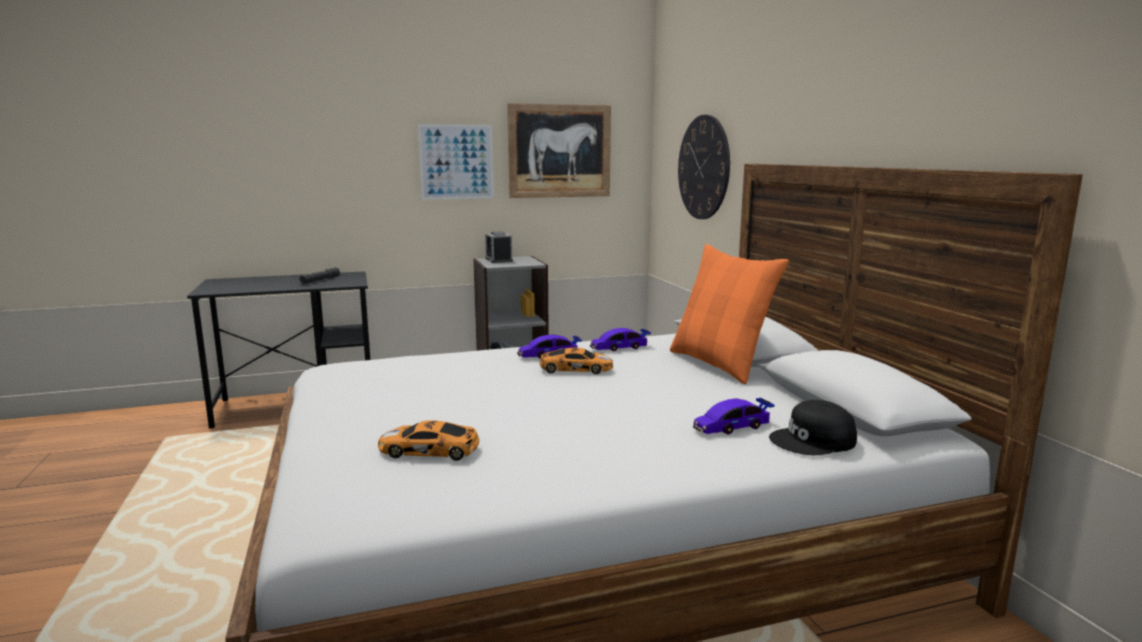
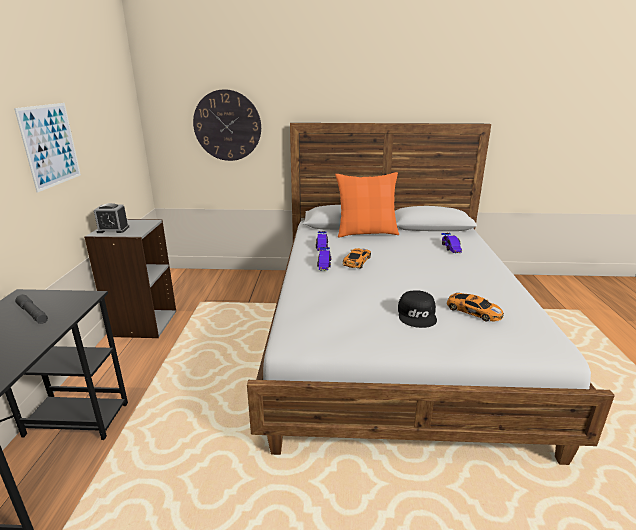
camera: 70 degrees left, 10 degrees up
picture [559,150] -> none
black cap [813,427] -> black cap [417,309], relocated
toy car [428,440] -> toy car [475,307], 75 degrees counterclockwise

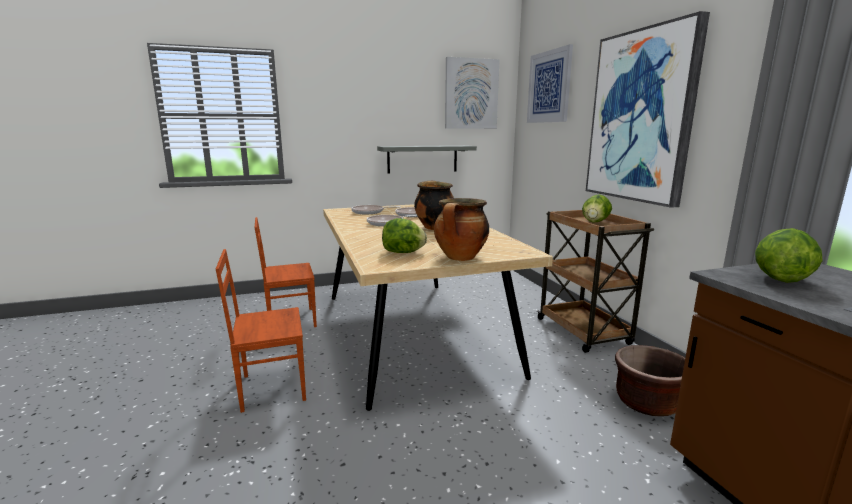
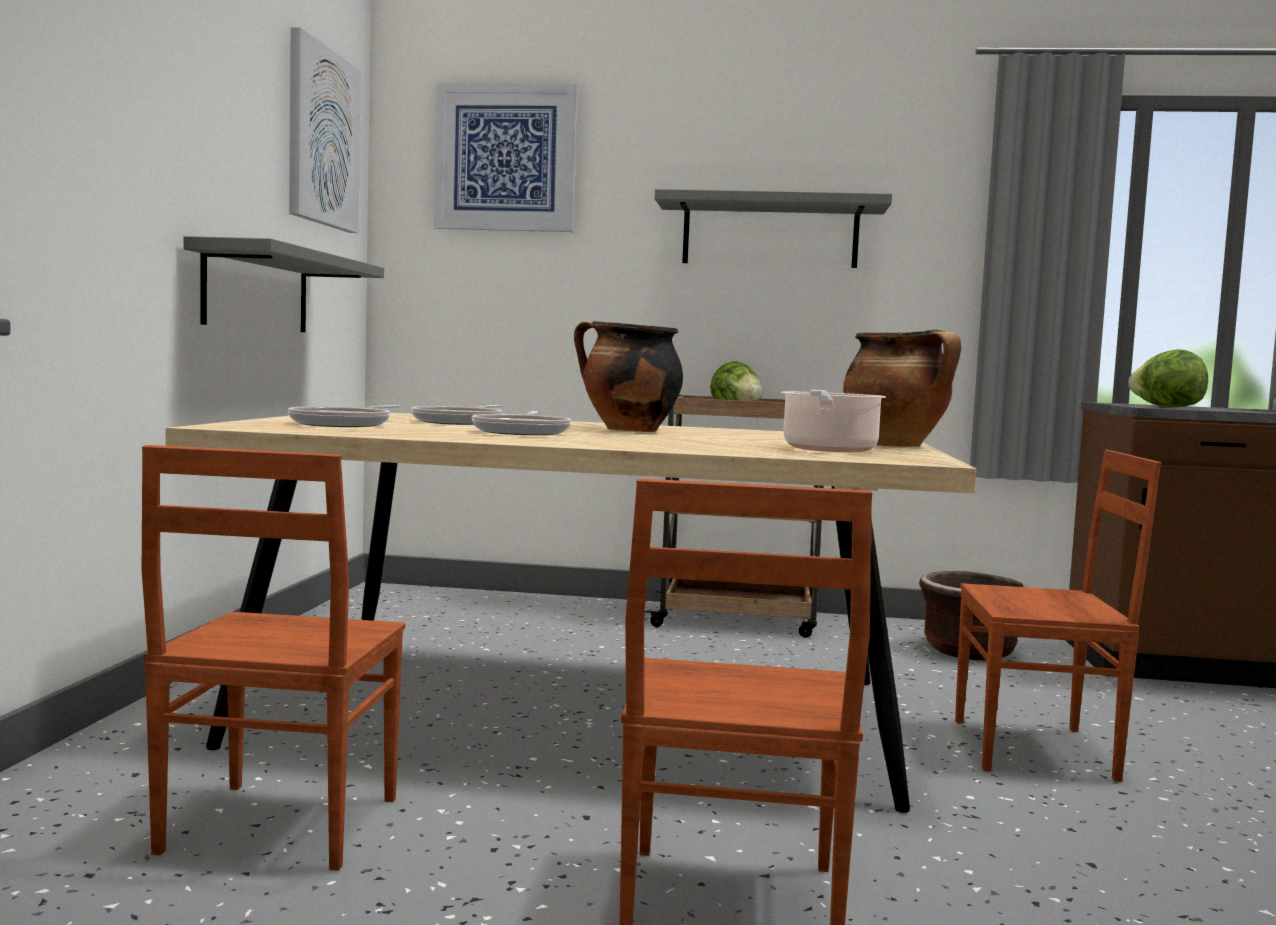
camera: 65 degrees left, 10 degrees down
picture [648,109] -> grey shelf [773,228]
lettuce [404,235] -> cooking pot [833,421]
none -> brown chair [1058,616]

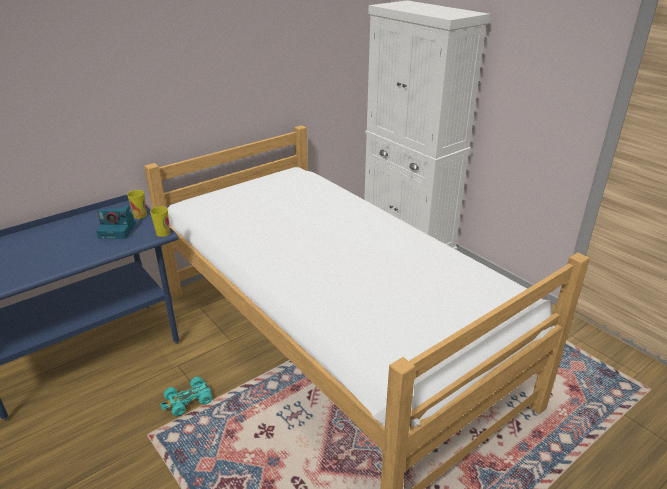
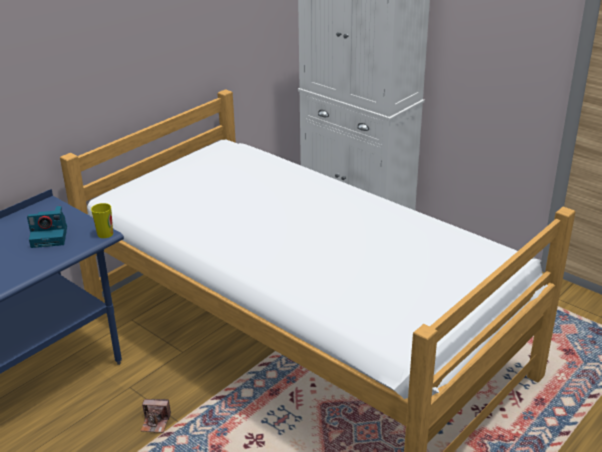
camera: 10 degrees left, 0 degrees up
cup [137,204] -> none
turquoise toy car [186,397] -> photo camera [156,416]

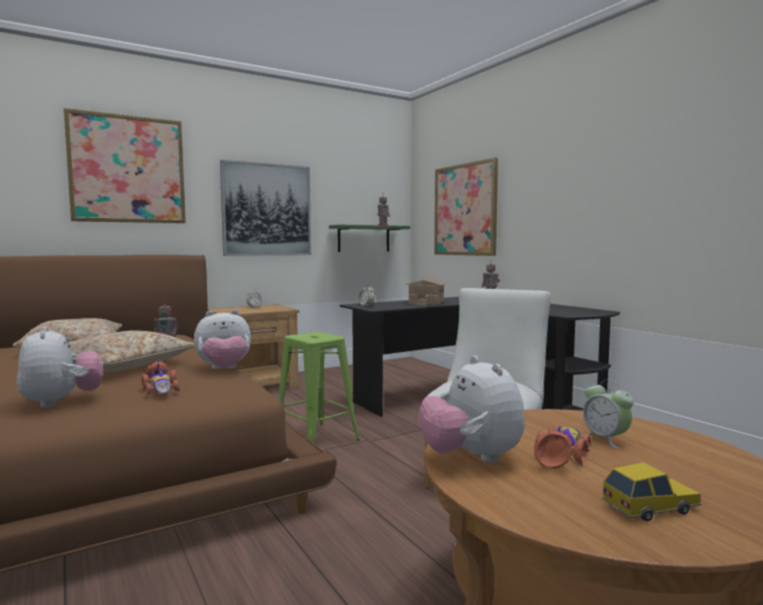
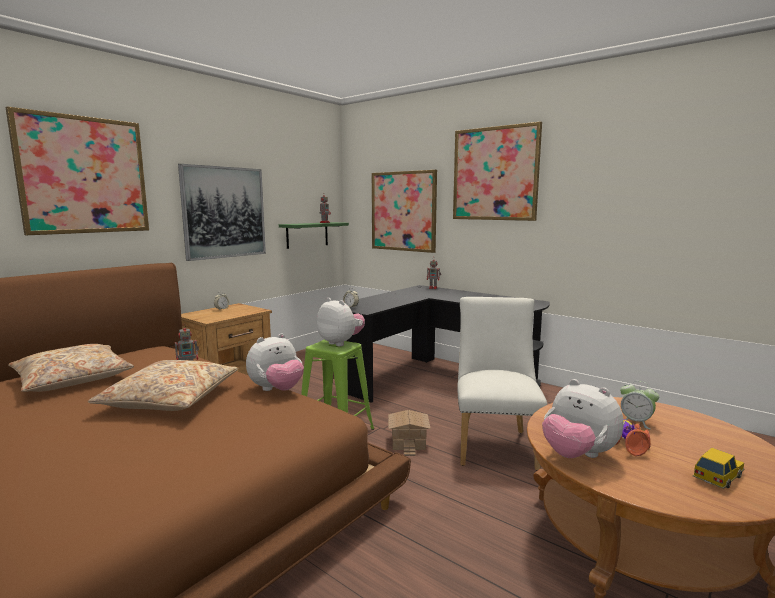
camera: 20 degrees left, 5 degrees up
toy house [427,292] -> toy house [409,433], relocated
plush toy [60,367] -> plush toy [341,322], relocated
toy car [160,378] -> none
none -> picture [497,171]

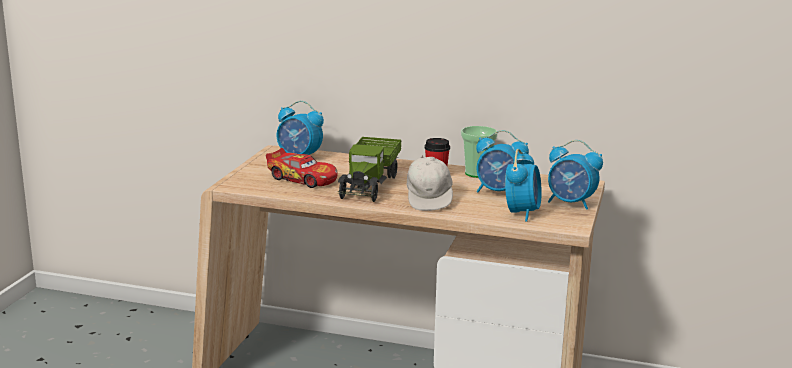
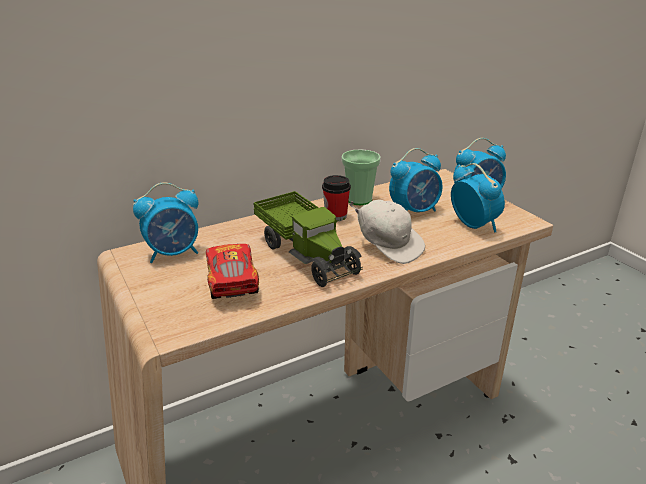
camera: 45 degrees left, 10 degrees up
toy car [302,168] -> toy car [232,271], 90 degrees counterclockwise

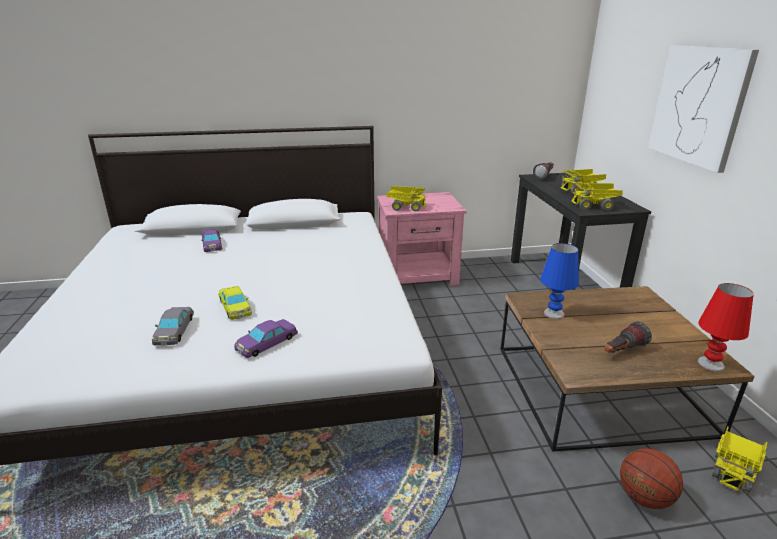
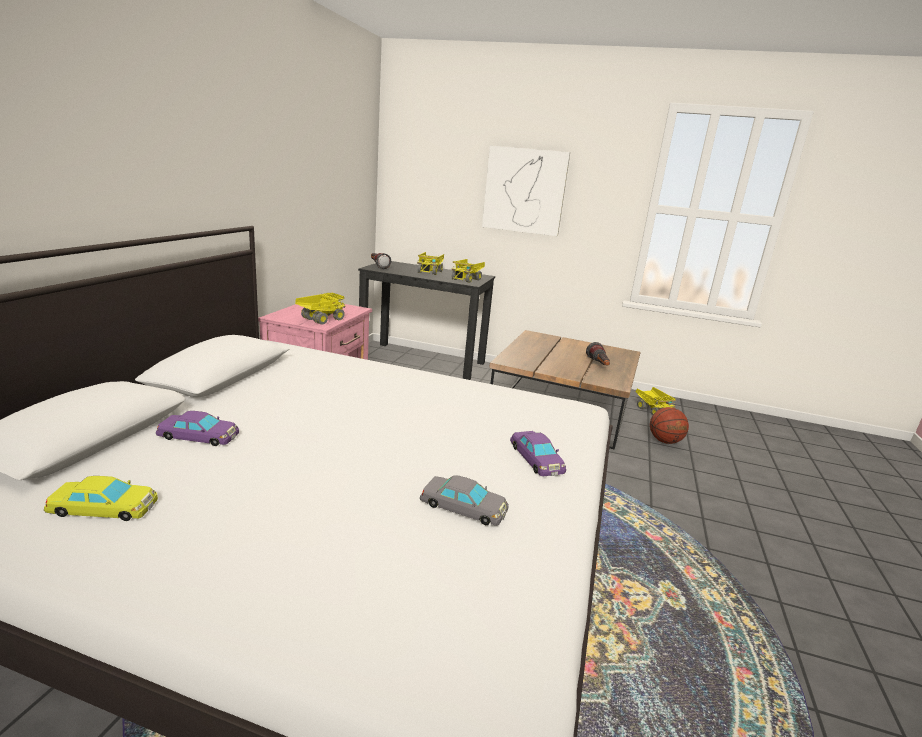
camera: 65 degrees left, 5 degrees down
blue table lamp [559,281] -> none
red table lamp [726,327] -> none
yellow toy car [235,303] -> yellow toy car [101,498], relocated

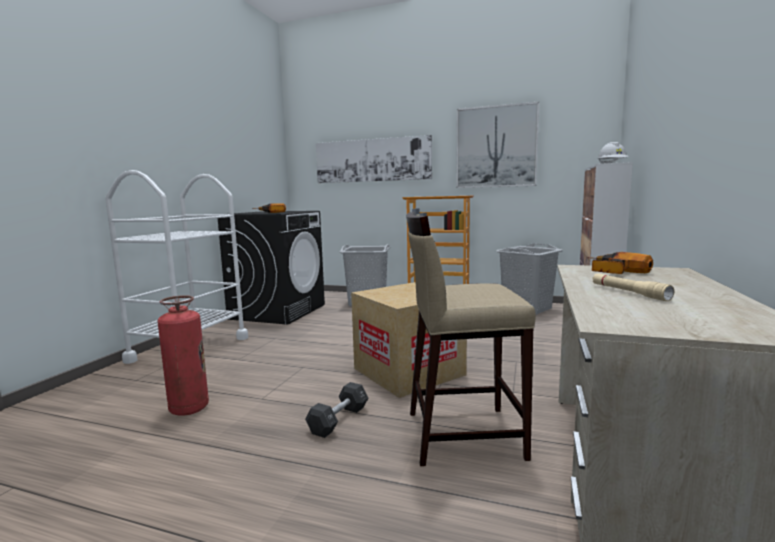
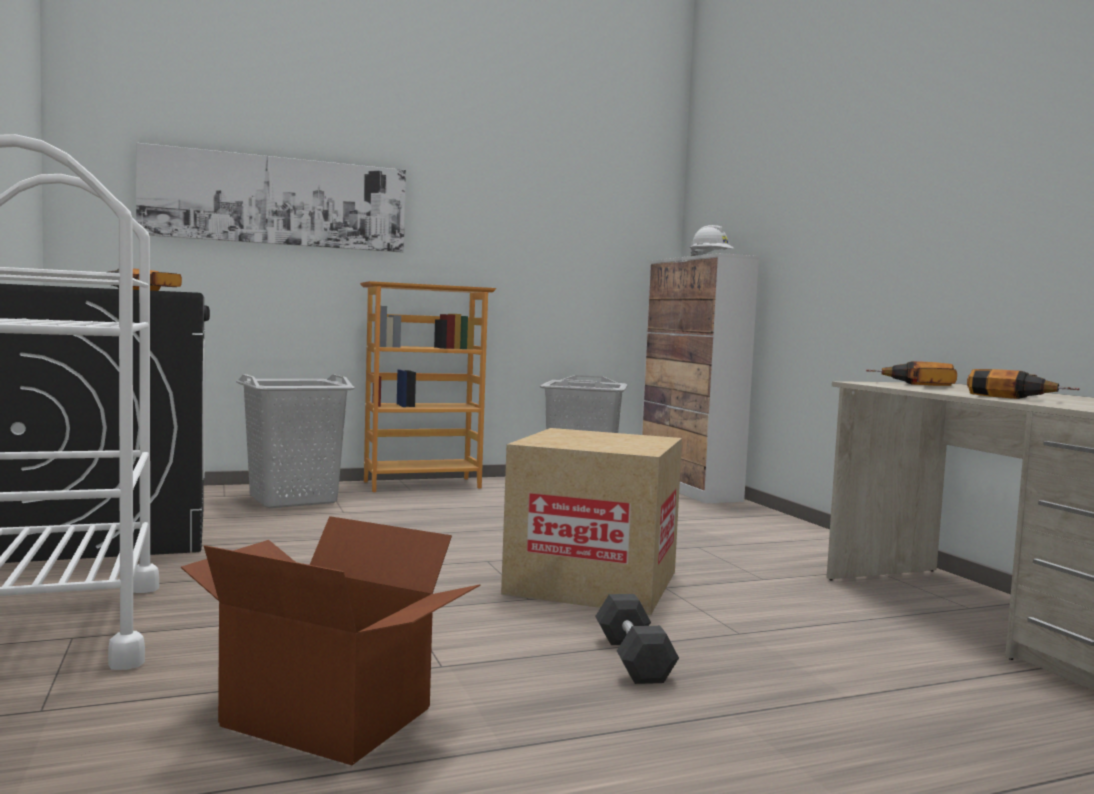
camera: 40 degrees left, 5 degrees down
picture [497,145] -> none
beige stool [471,339] -> none
beige flashlight [633,287] -> power drill [1023,384]
fire extinguisher [183,355] -> cardboard box [331,640]

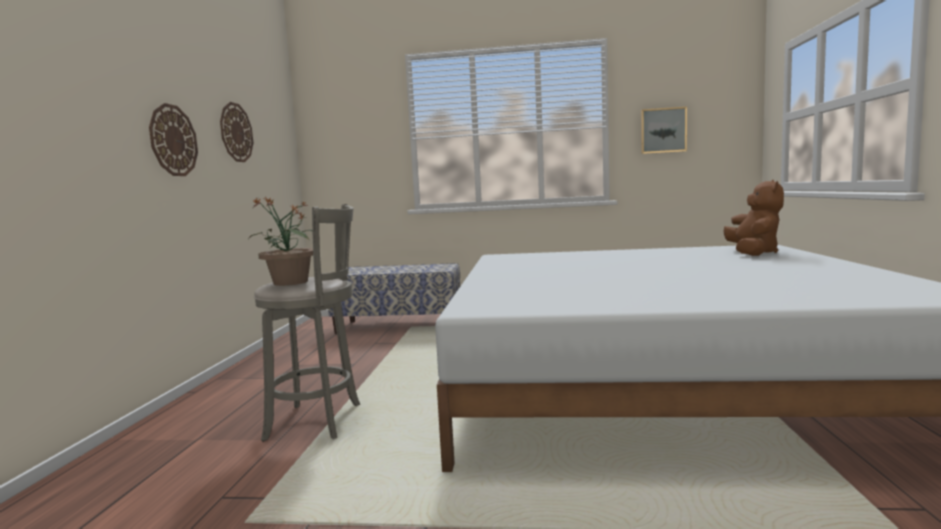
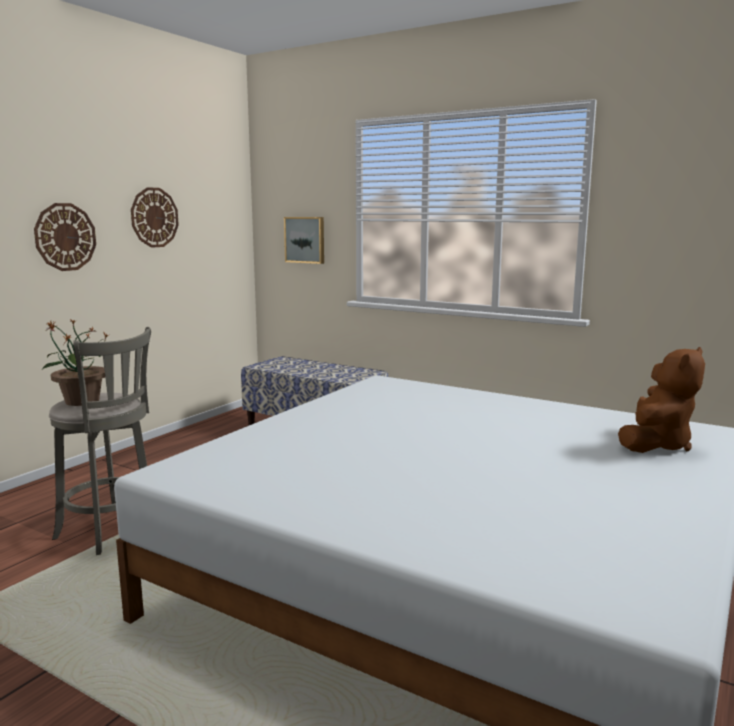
camera: 25 degrees right, 5 degrees up
picture [664,130] -> picture [304,240], relocated

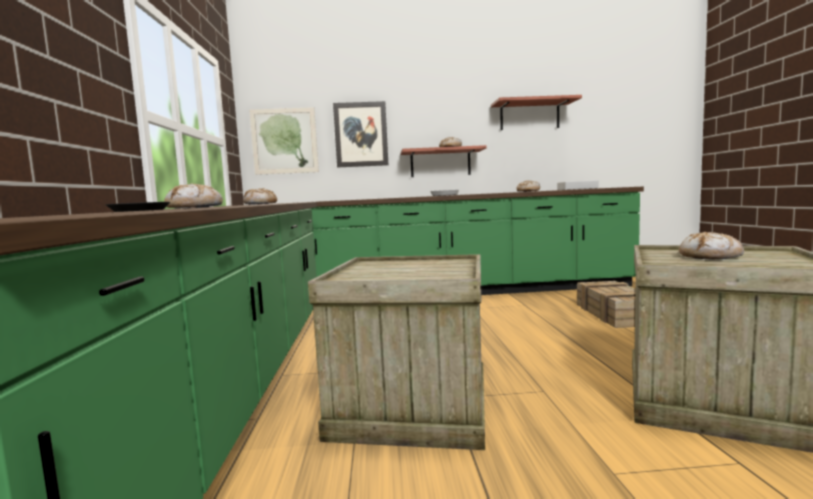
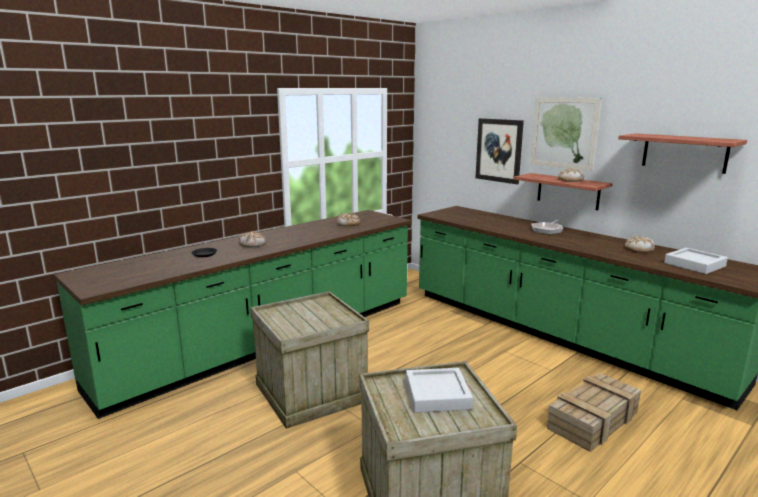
camera: 50 degrees right, 10 degrees up
picture [284,141] -> picture [565,134], relocated
bread [711,245] -> grey tray [439,390]

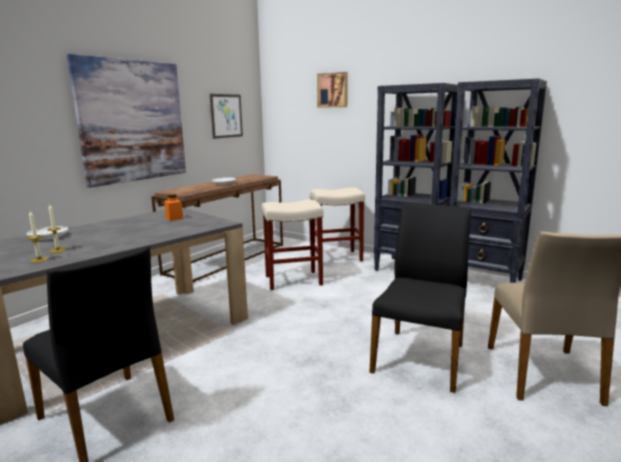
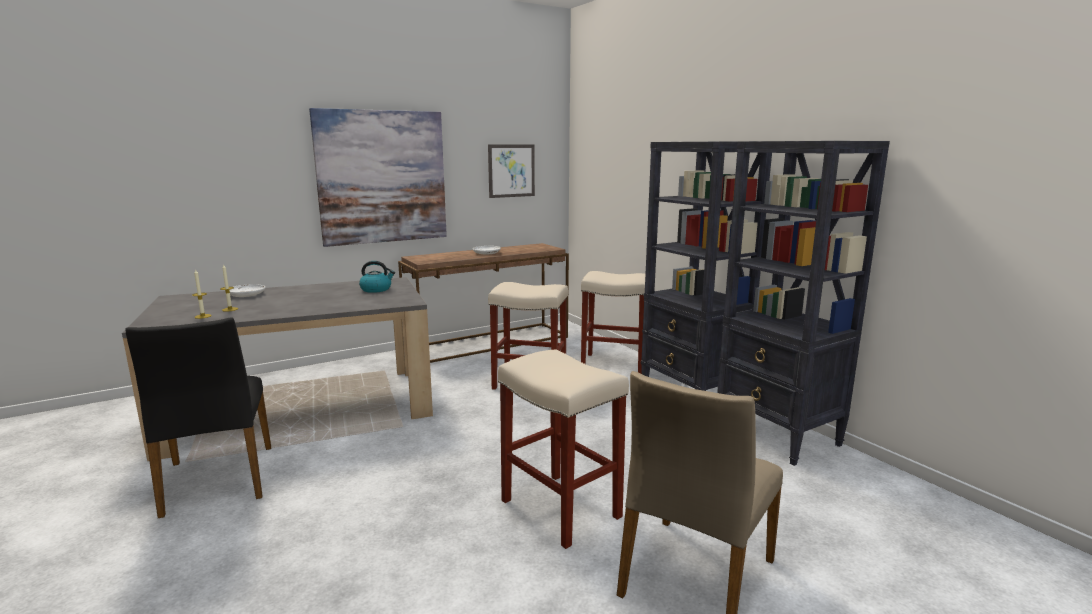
camera: 25 degrees right, 0 degrees up
picture [332,90] -> none
orange jar [174,207] -> kettle [377,277]
black chair [420,298] -> beige stool [563,449]

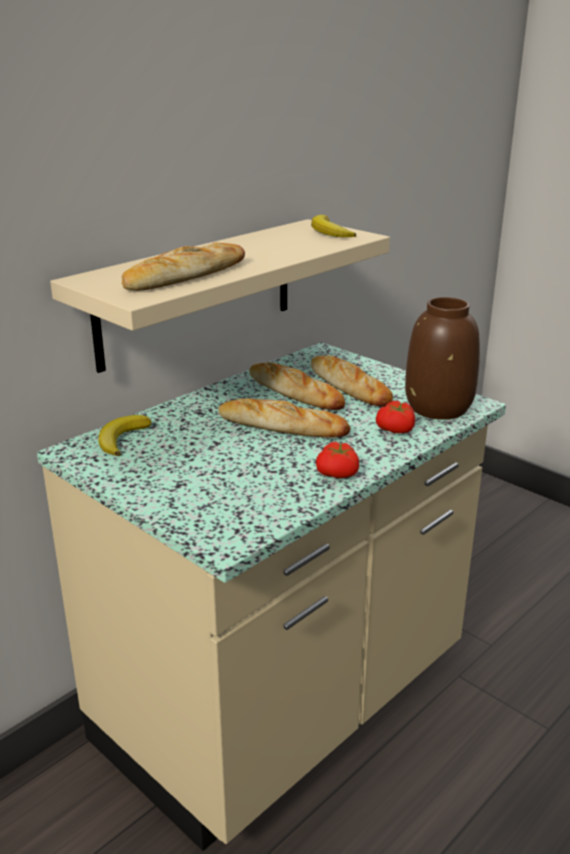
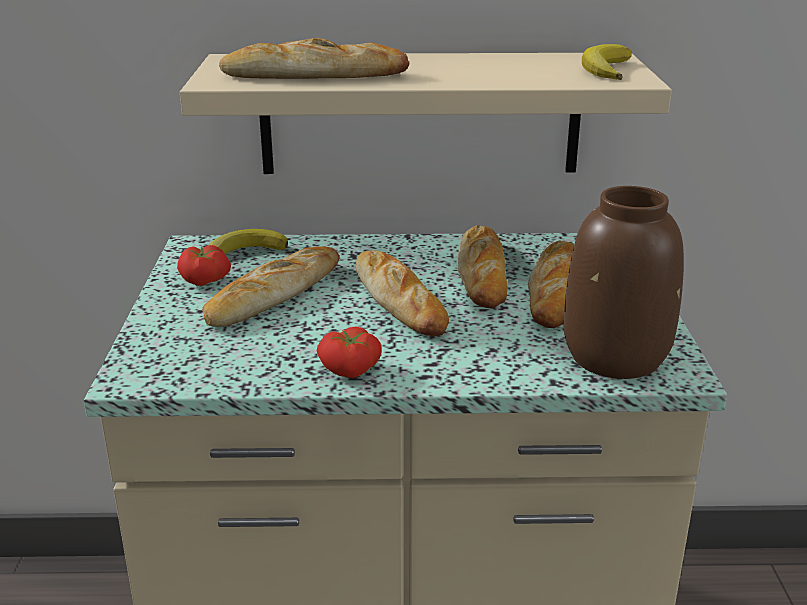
camera: 45 degrees right, 0 degrees up
tomato [395,417] -> tomato [204,265], relocated
none -> bread [270,287]

